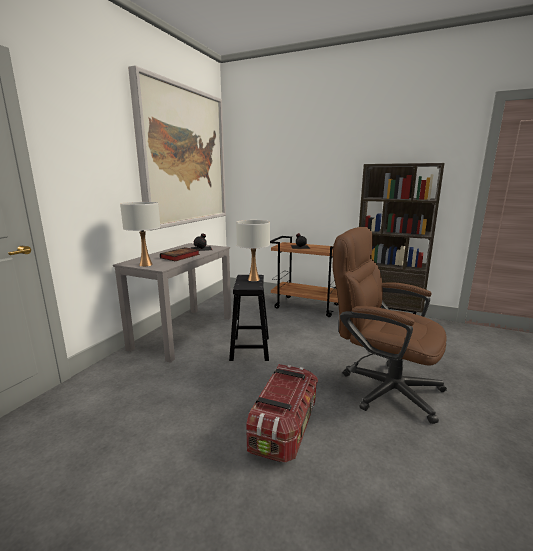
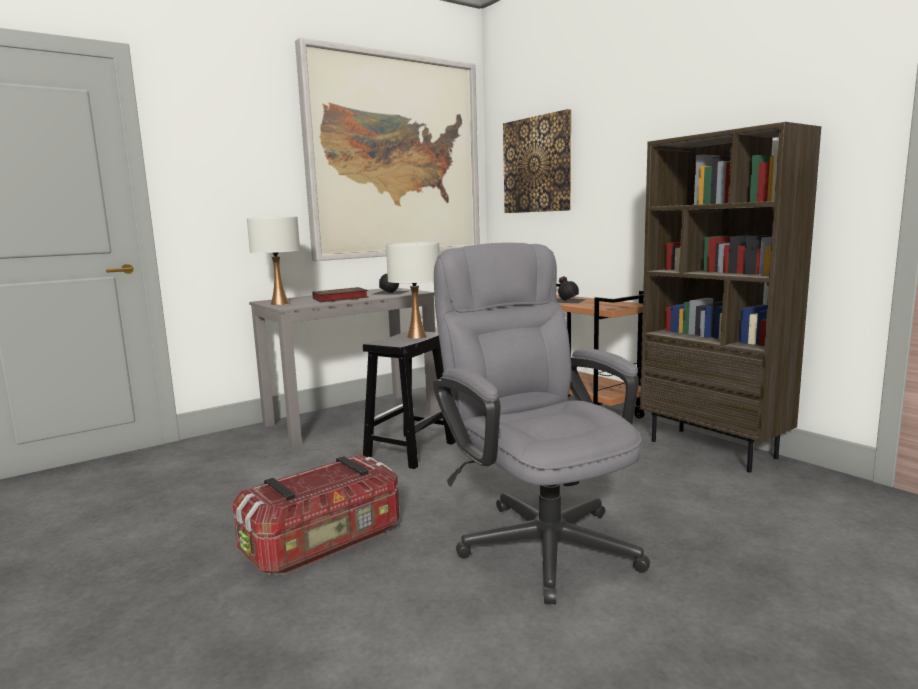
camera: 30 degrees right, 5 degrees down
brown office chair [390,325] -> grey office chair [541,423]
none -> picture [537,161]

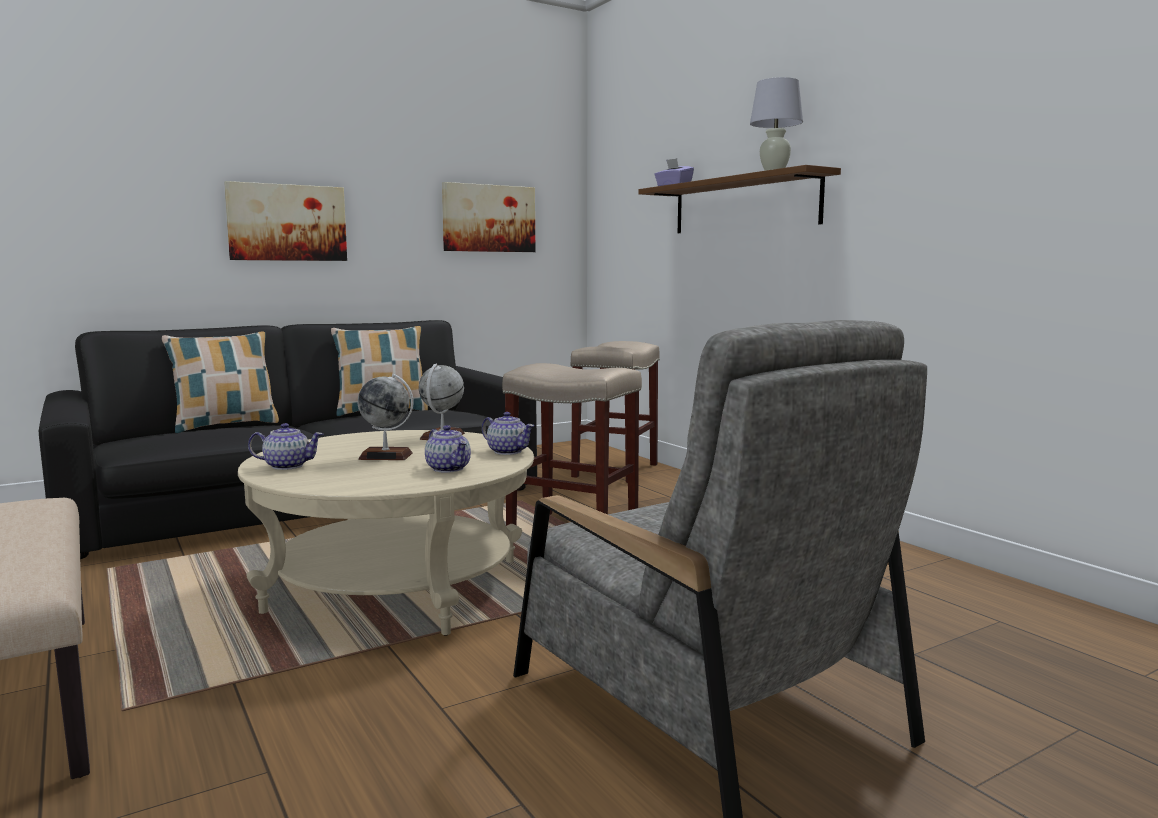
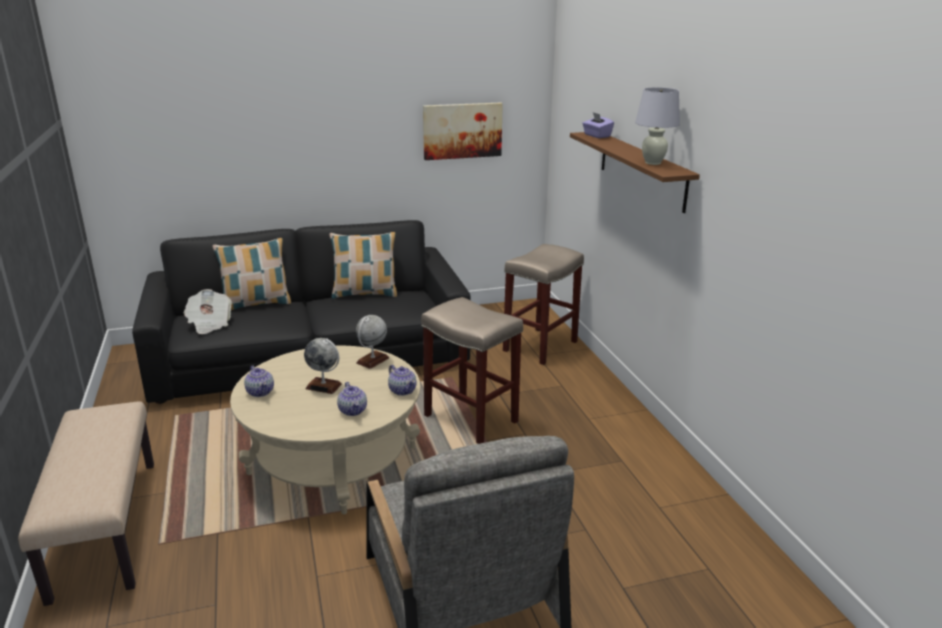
camera: 15 degrees right, 15 degrees up
picture [285,221] -> none
teapot [285,446] -> teapot [259,381], 45 degrees clockwise
none -> newspaper [207,311]

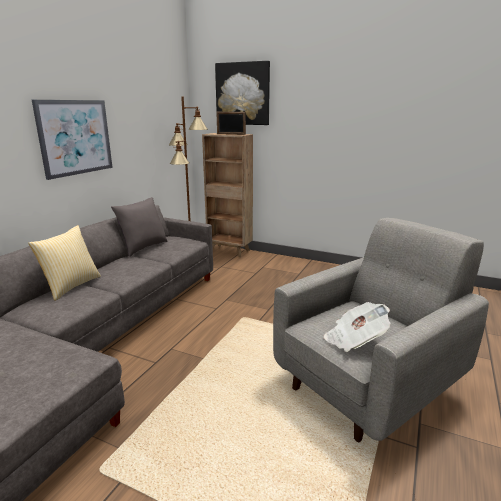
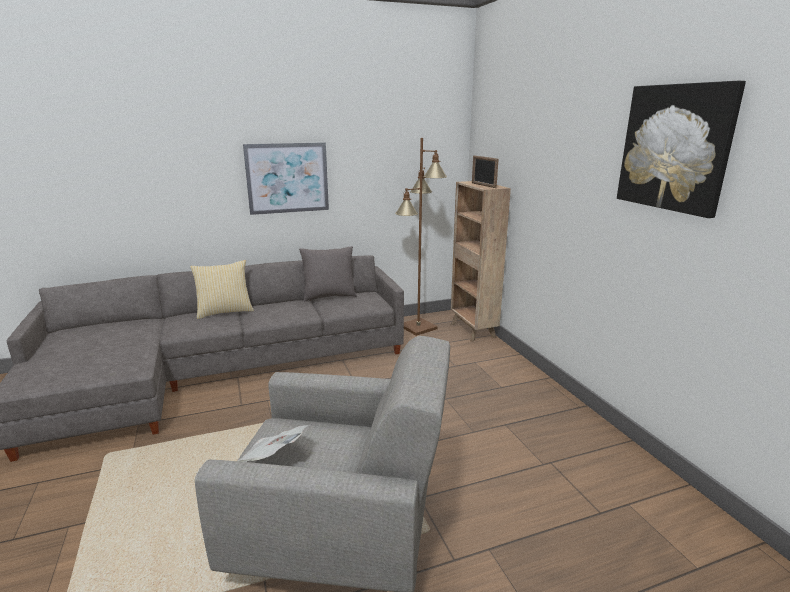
camera: 45 degrees right, 0 degrees up
picture [242,93] -> picture [681,149], relocated

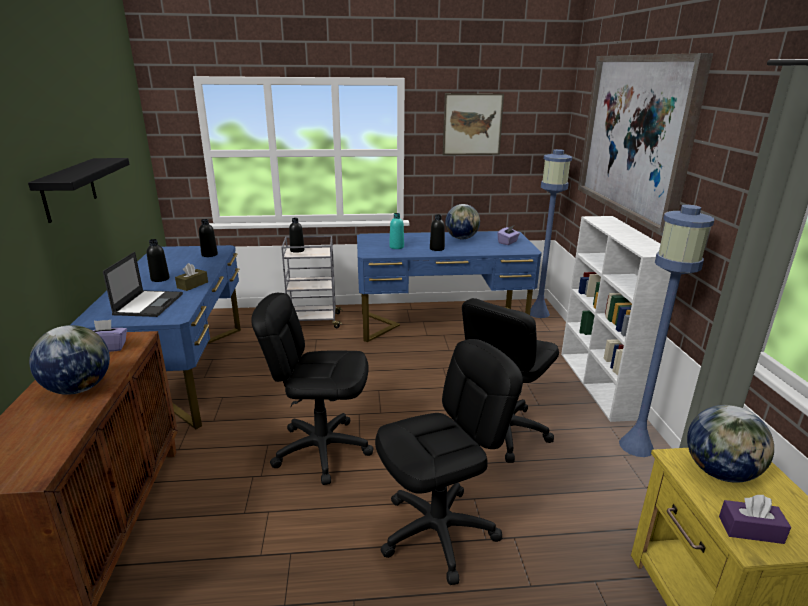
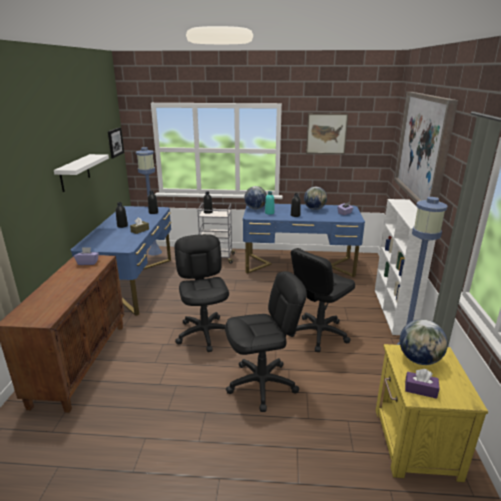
camera: 10 degrees right, 0 degrees up
blue floor lamp [551,233] -> blue floor lamp [149,201], relocated
black shelf [78,190] -> white shelf [81,173]
laptop [143,284] -> none
black office chair [312,389] -> black office chair [201,293], 60 degrees clockwise
globe [69,360] -> globe [255,197], relocated
none -> picture [116,142]

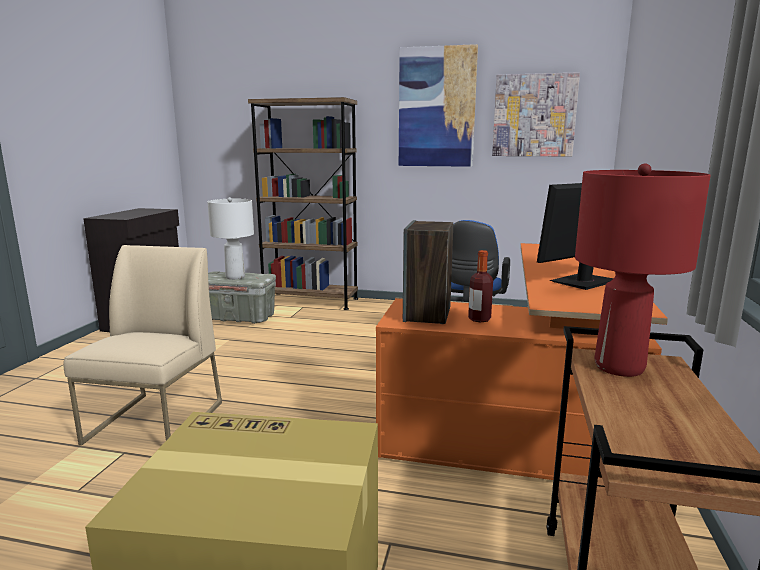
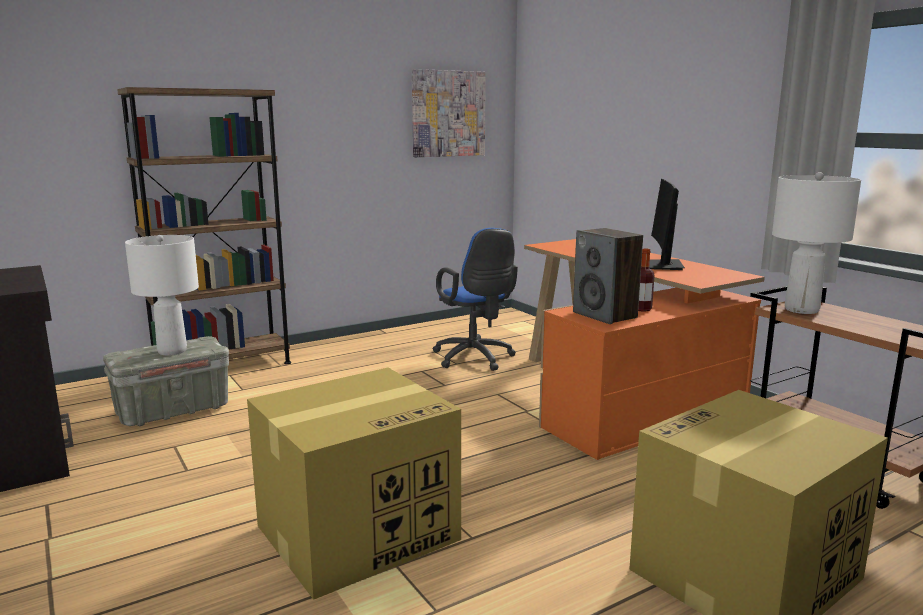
camera: 45 degrees left, 0 degrees up
picture [438,105] -> none
red table lamp [643,270] -> white table lamp [816,243]
beige chair [142,345] -> cardboard box [354,484]

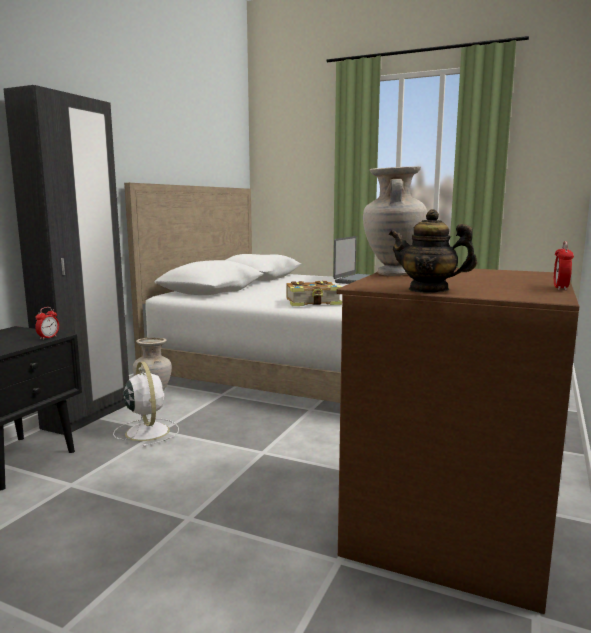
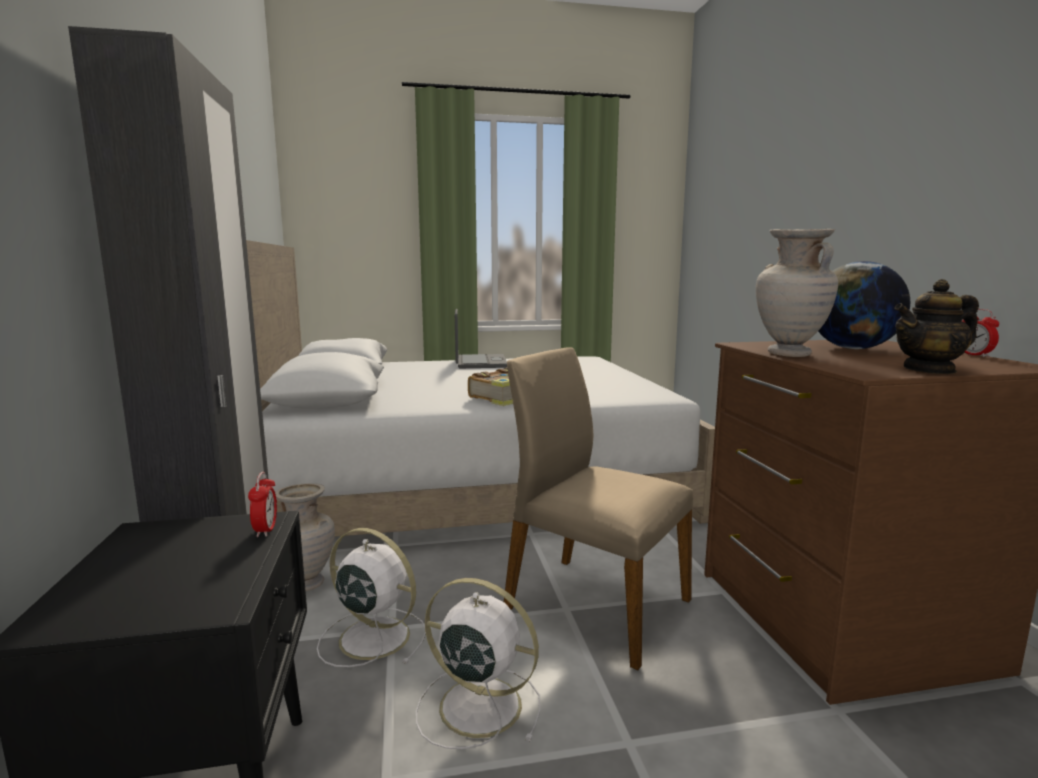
camera: 35 degrees left, 0 degrees up
none -> globe [864,305]
none -> beige chair [598,508]
none -> white fan [478,663]

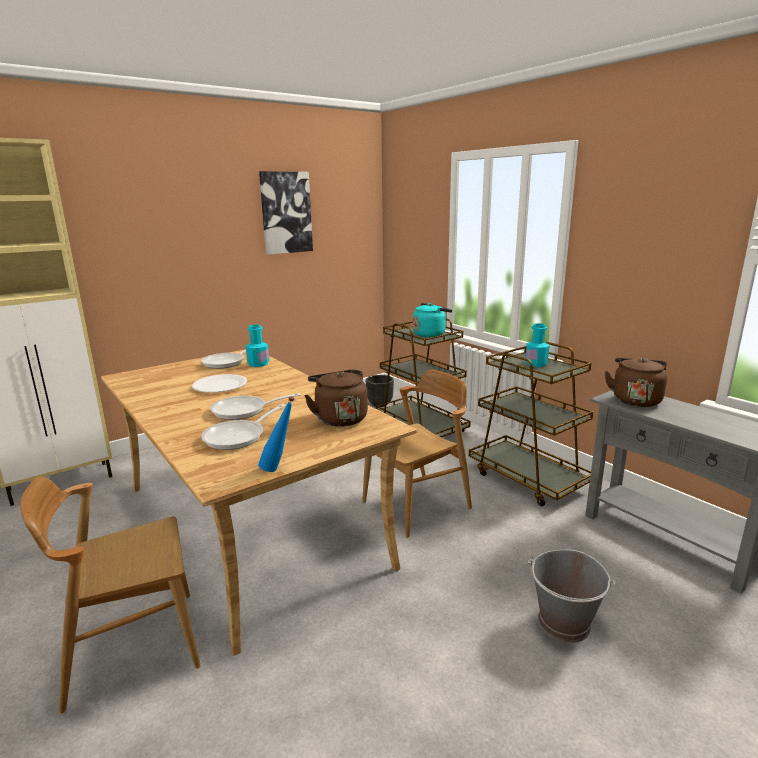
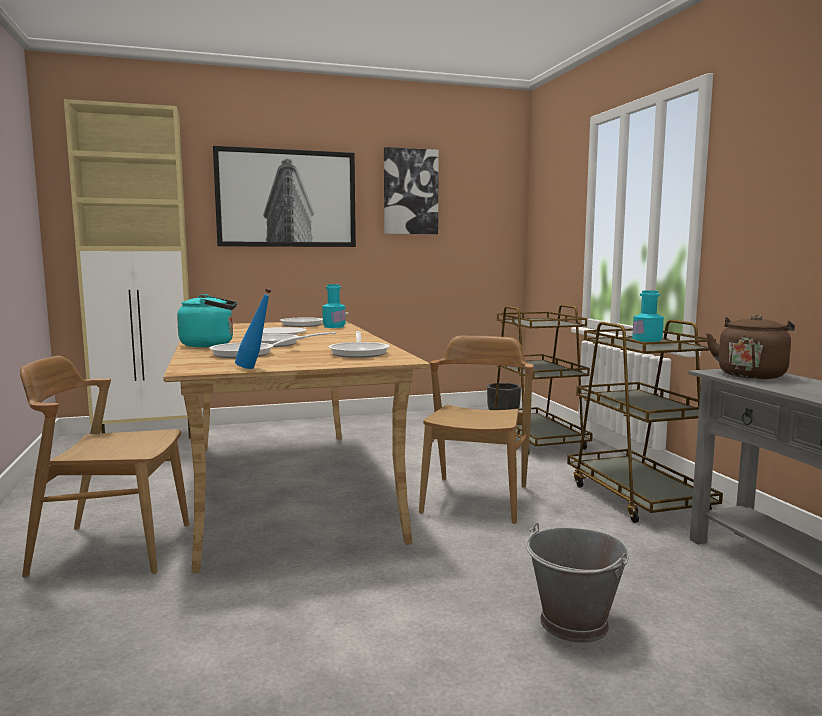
camera: 20 degrees right, 10 degrees down
turquoise kettle [432,320] -> turquoise kettle [207,320], relocated
brown kettle [336,398] -> frying pan [359,344]
brown chair [417,454] -> brown chair [476,430], 60 degrees counterclockwise
none -> picture [284,196]

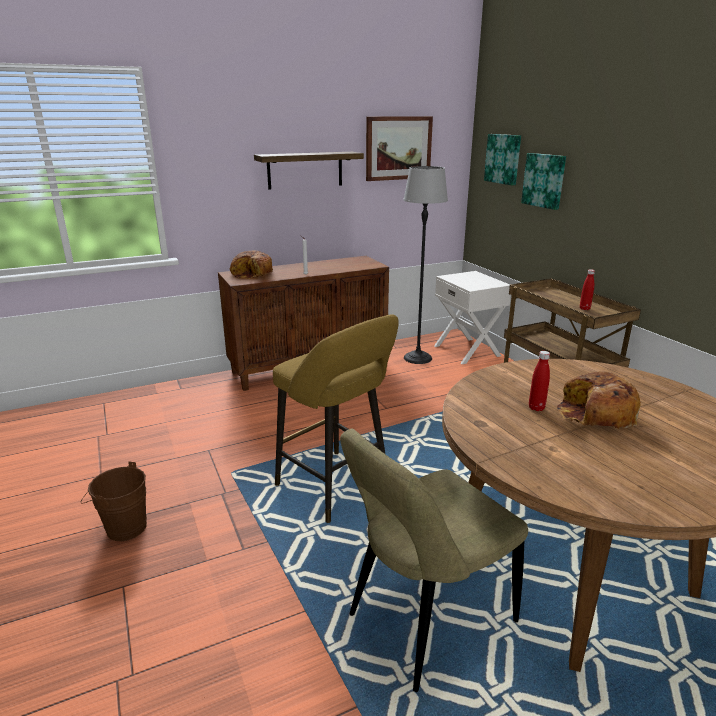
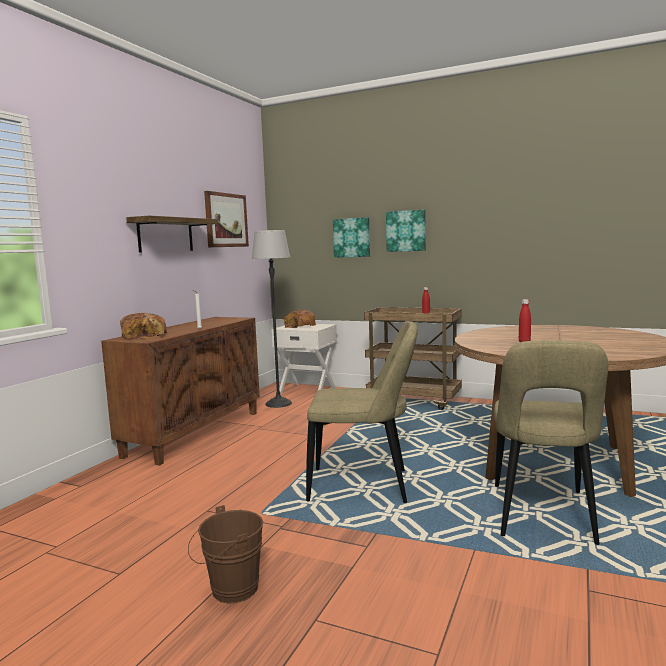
camera: 40 degrees left, 15 degrees down
picture [502,159] -> picture [406,230], relocated
yellow stool [336,418] -> beige chair [362,412]
bread [598,400] -> bread [300,319], relocated

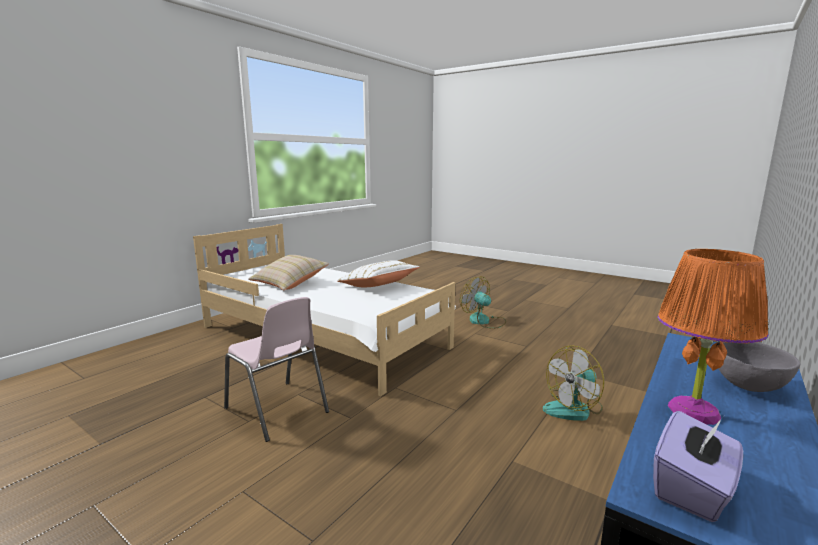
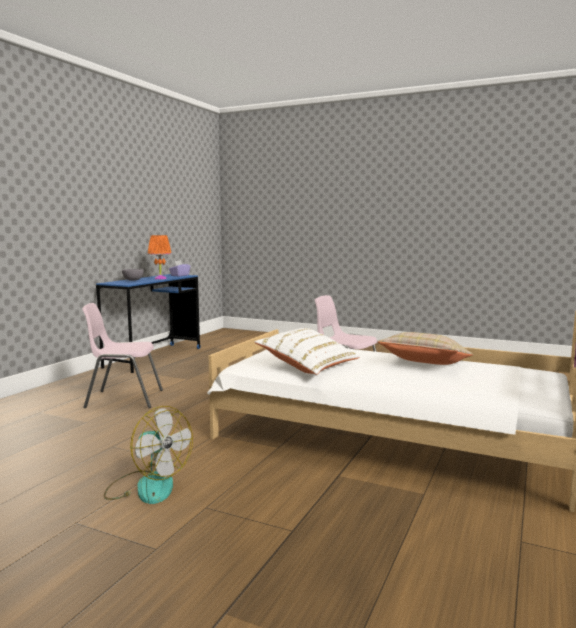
camera: 170 degrees right, 5 degrees down
fan [573,383] -> pink chair [122,355]

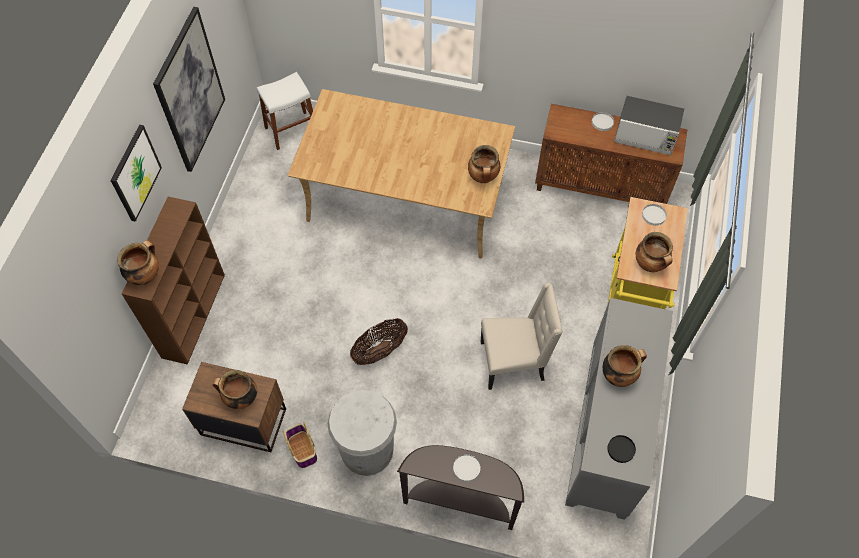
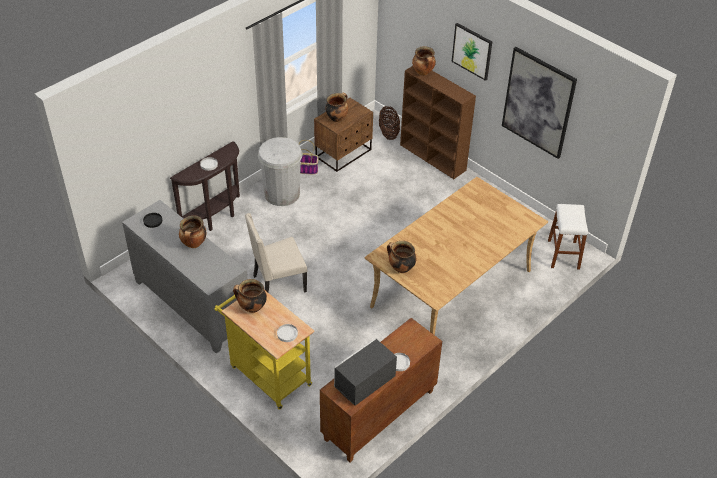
camera: 120 degrees right, 15 degrees down
beige chair [522,336] -> beige chair [276,253], 45 degrees clockwise
basket [379,341] -> basket [389,123], relocated

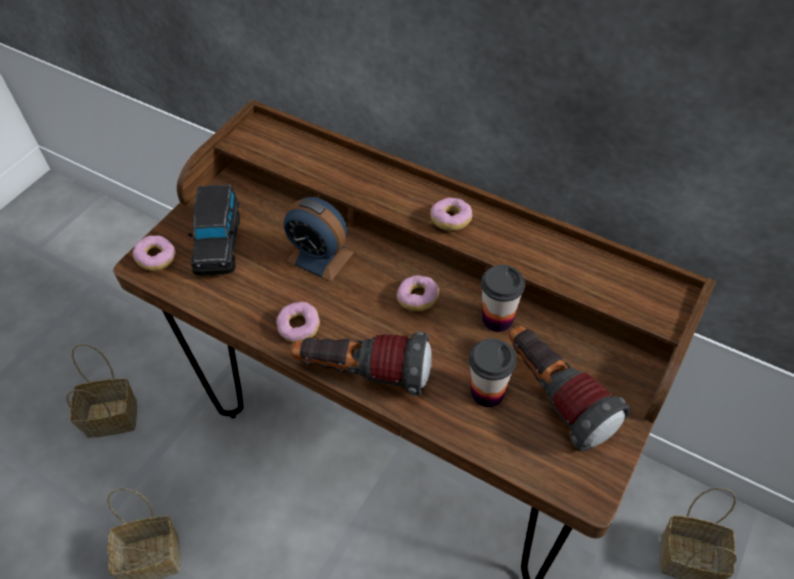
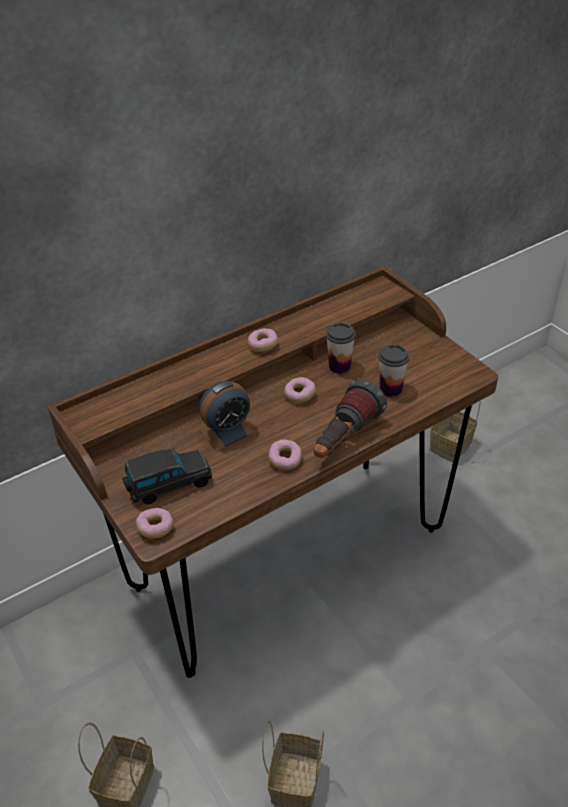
camera: 65 degrees left, 10 degrees down
black toy car [214,230] -> black toy car [167,476], 45 degrees counterclockwise
flashlight [569,388] -> none

